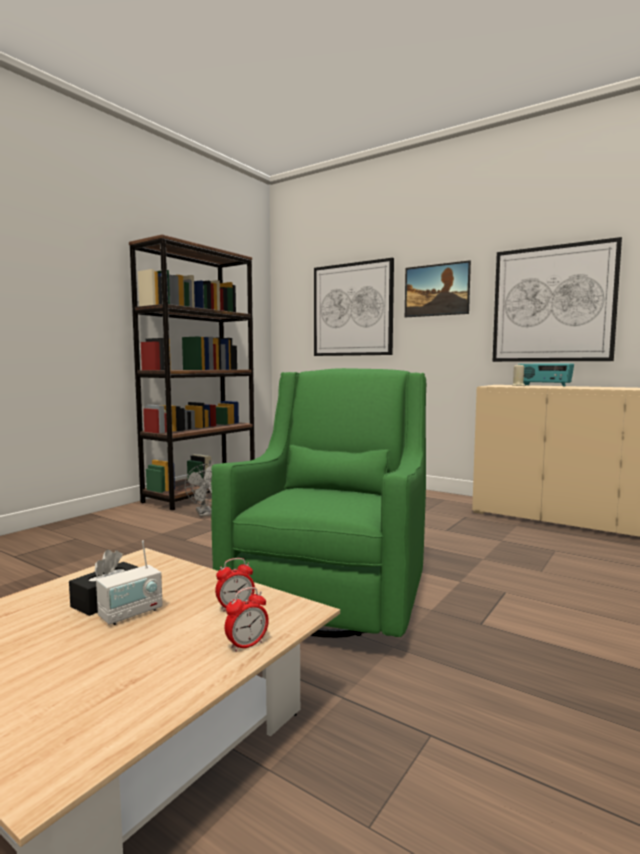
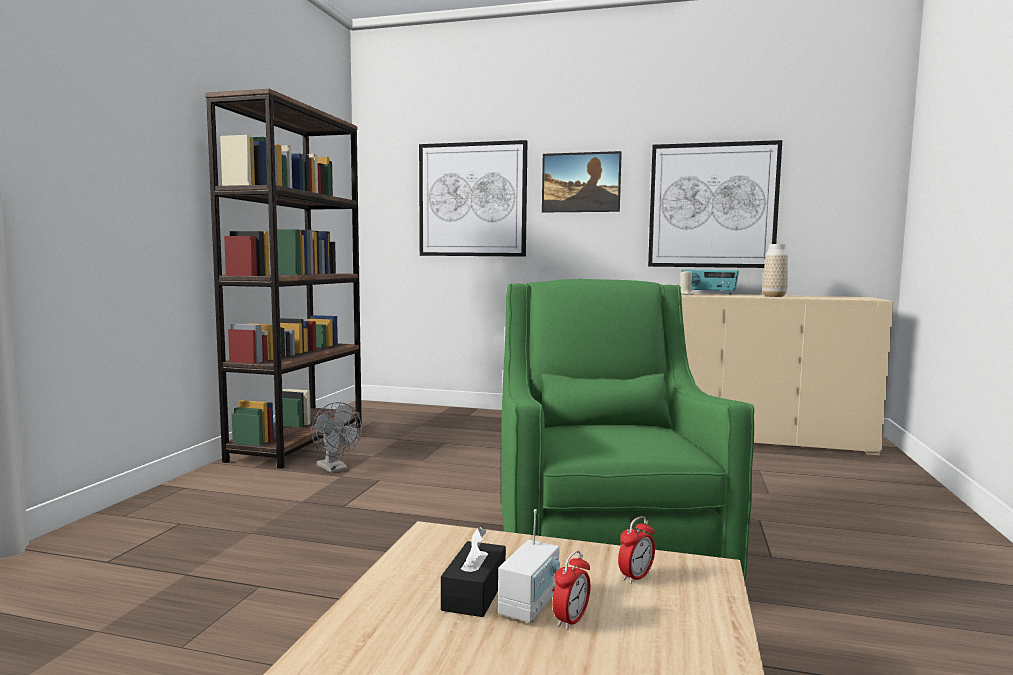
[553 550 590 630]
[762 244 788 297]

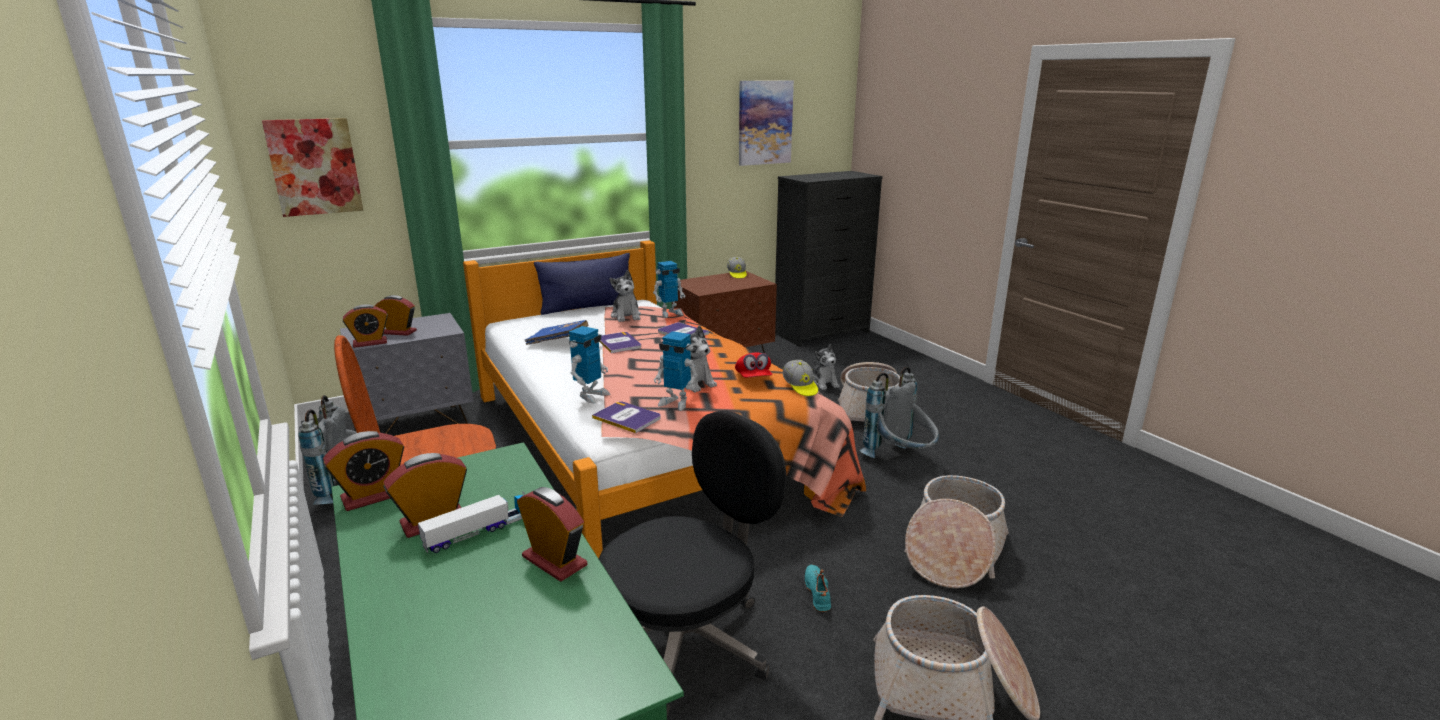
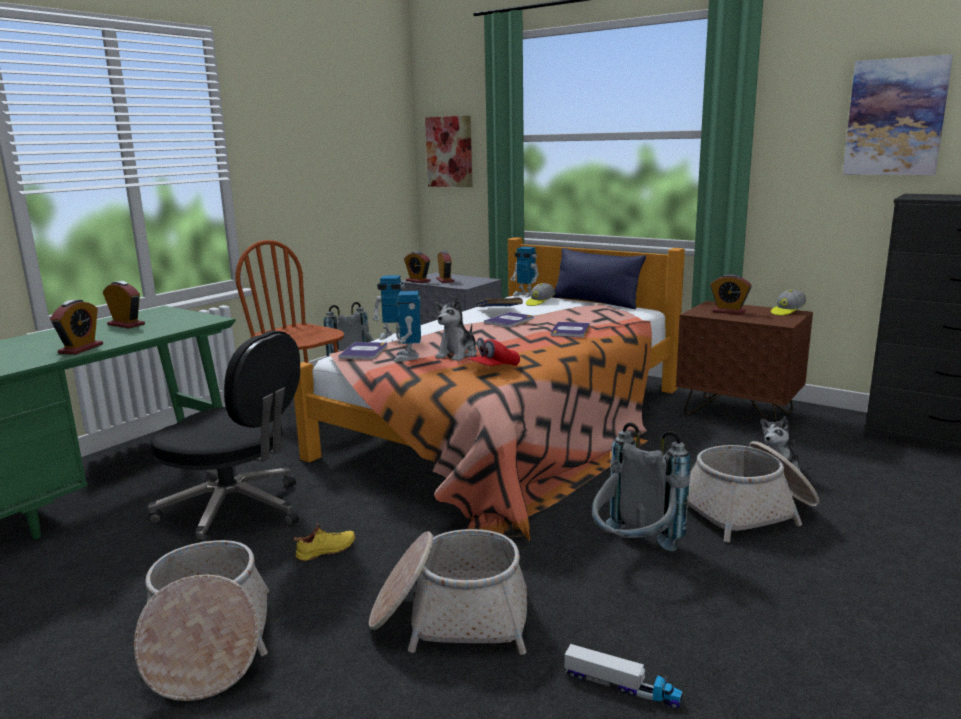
[294 523 355 561]
[511 247 539 298]
[526 283 555 306]
[564 644 683 709]
[710 274 752 315]
[609 270 641 322] (first image)

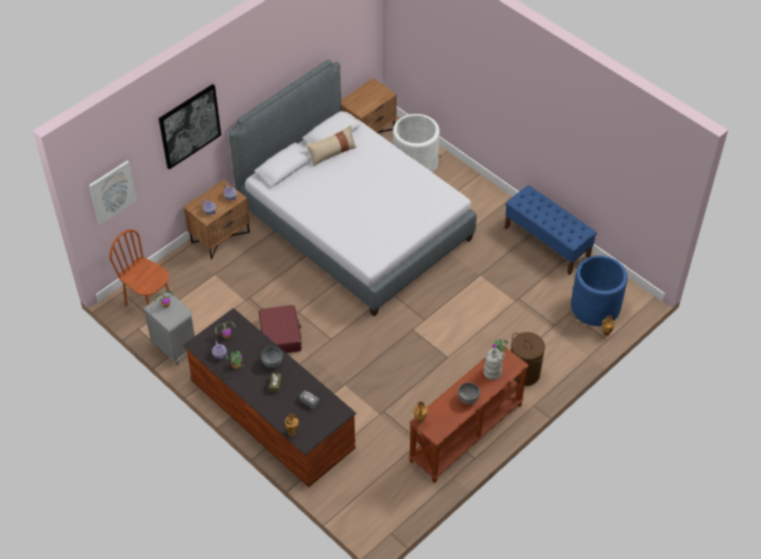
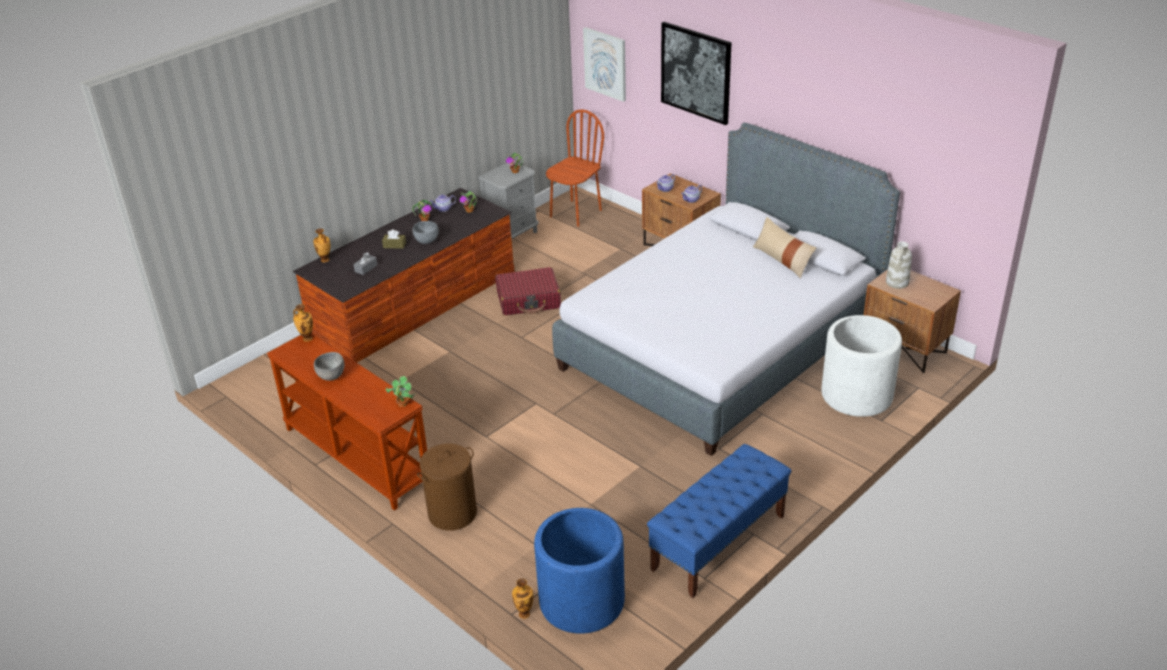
[886 242 912 289]

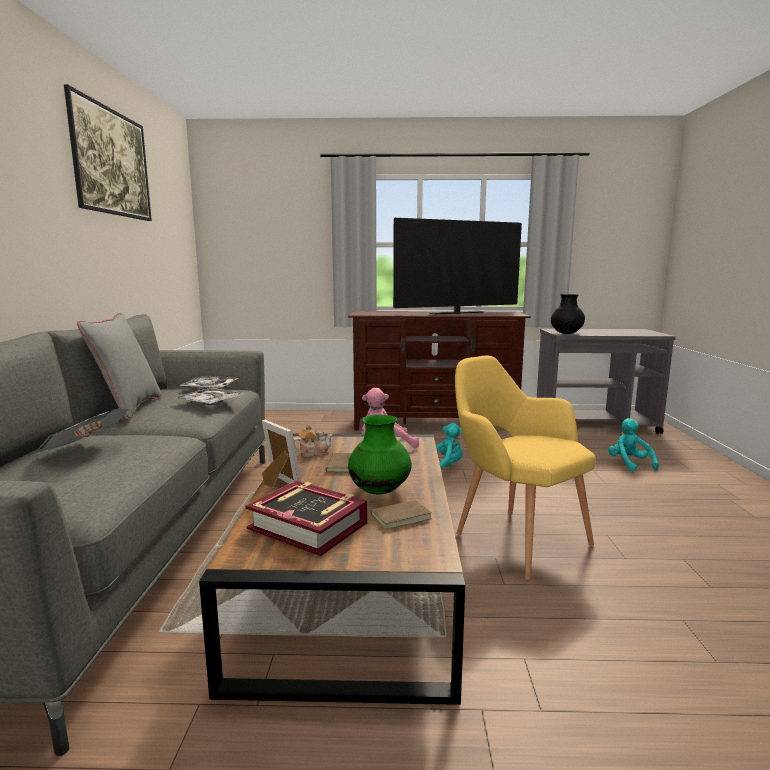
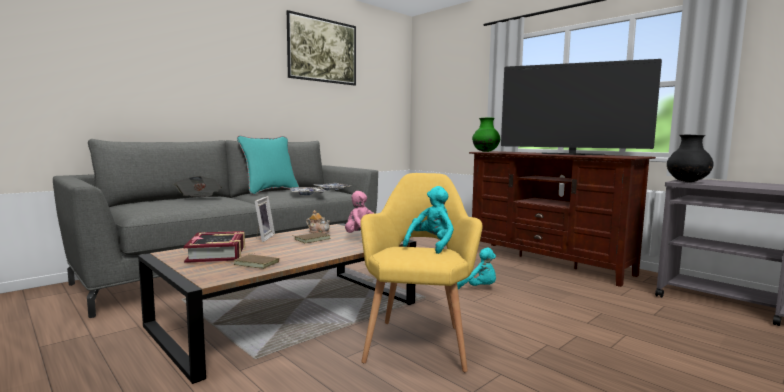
[237 135 299 194]
[403 186 454 254]
[472 118 500 152]

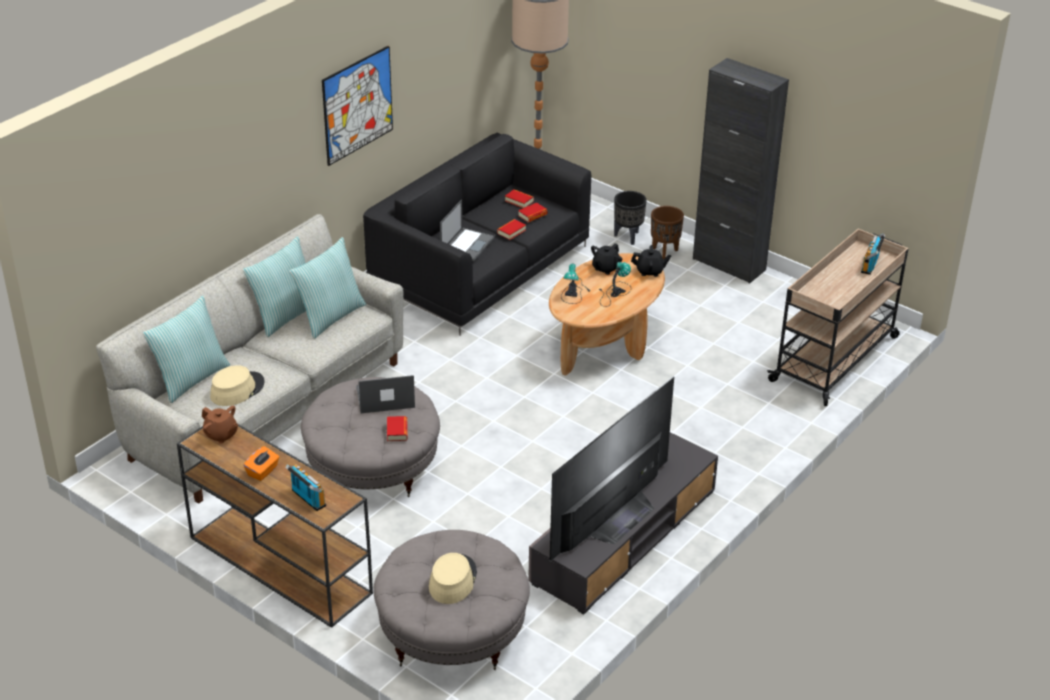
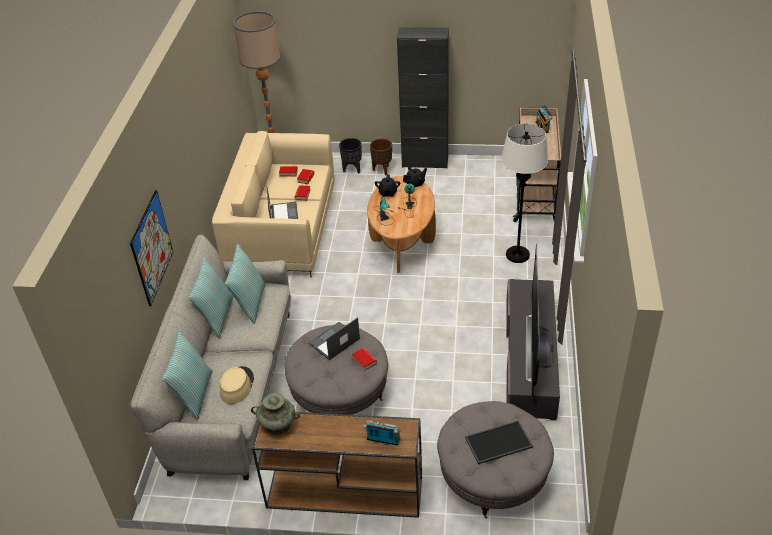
[130 190 173 307]
[212 131 335 277]
[251 393 300 436]
[465 420 533 464]
[501 124 548 263]
[244 446 279 481] (first image)

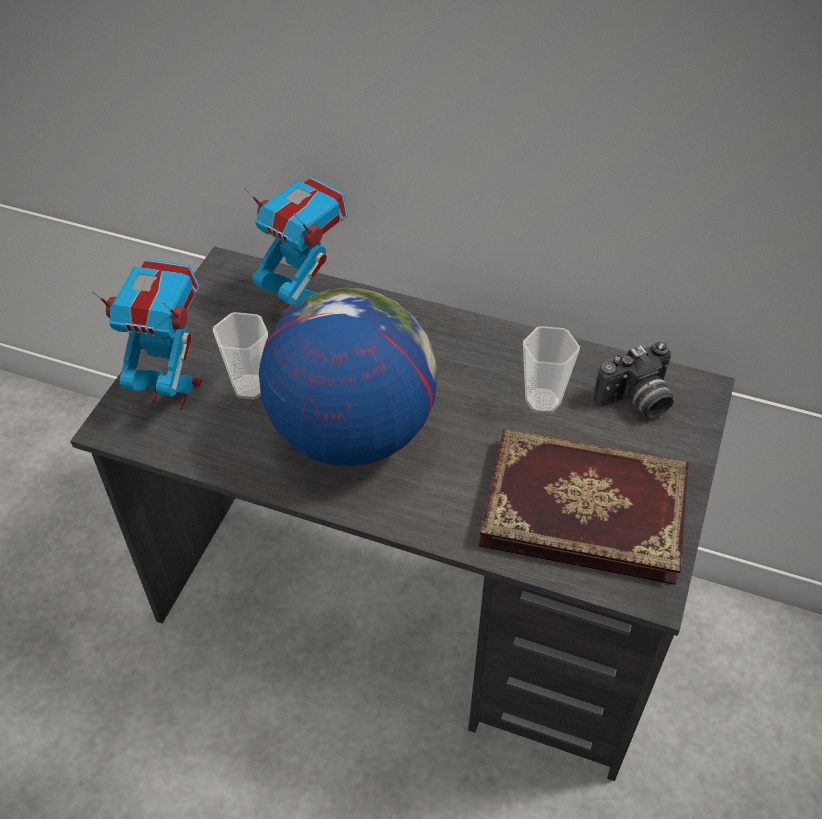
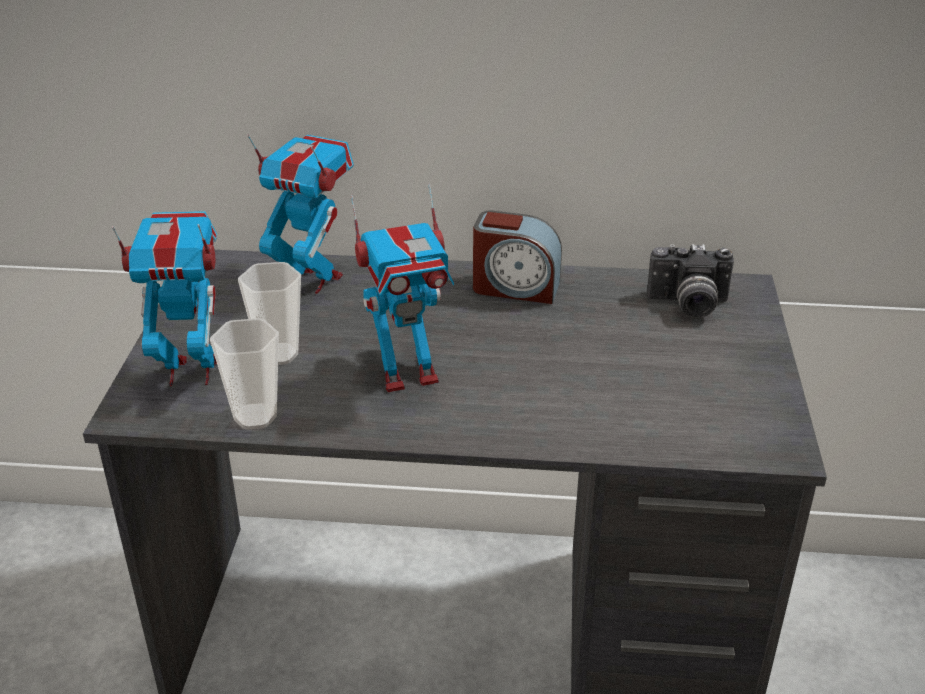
[210 318 279 430]
[351 184 454 392]
[473 211 562 304]
[647 244 734 318]
[479 429 689 585] (first image)

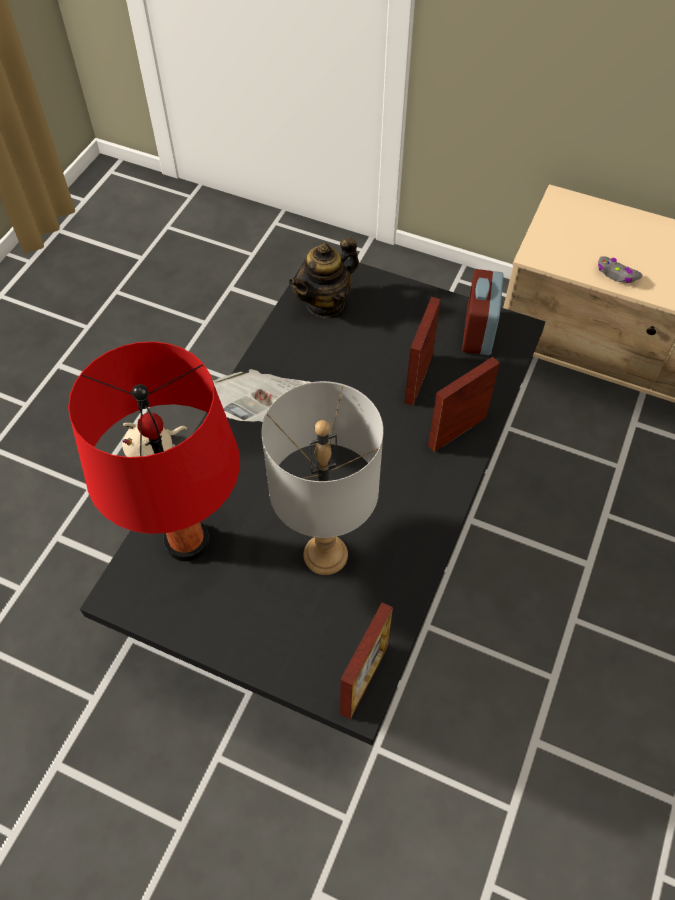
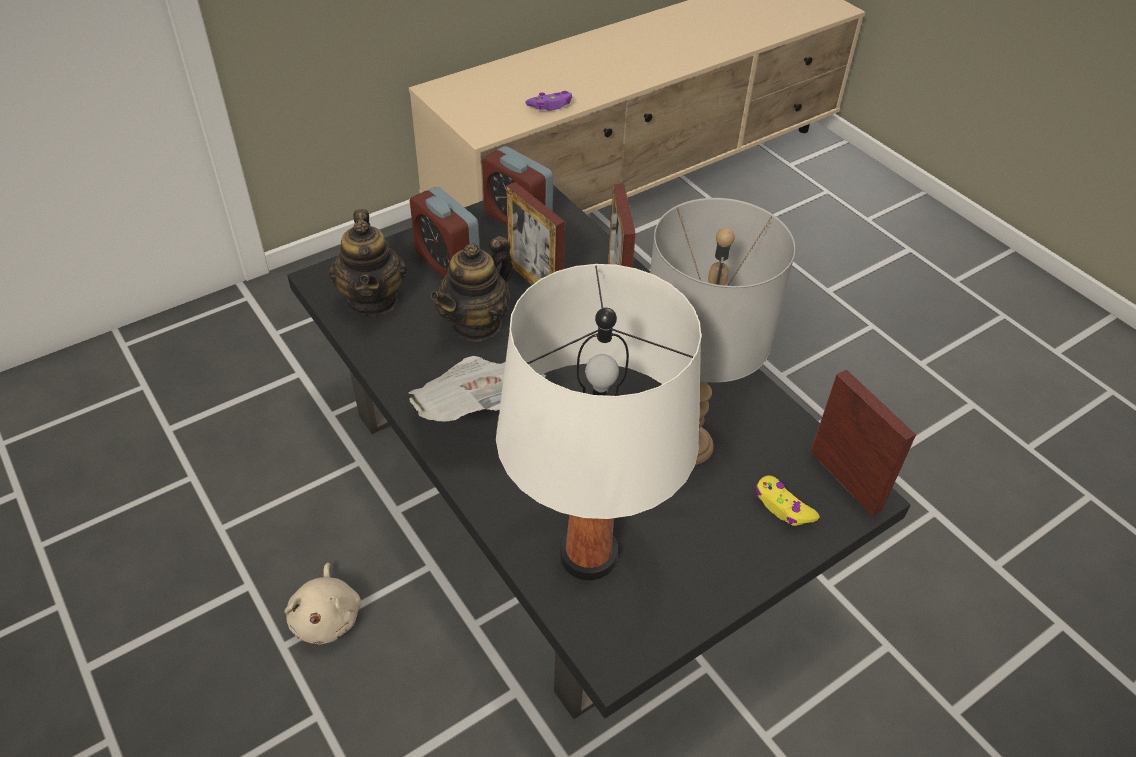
[410 187 480 278]
[431 236 513 342]
[496 264 701 580]
[525 91 572 111]
[755 476 820 526]

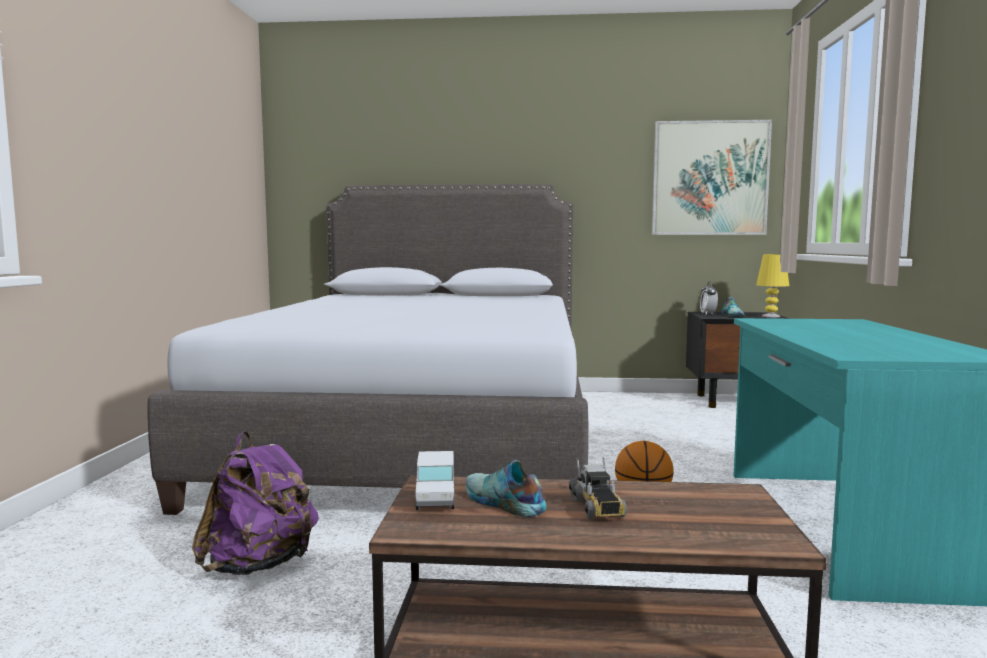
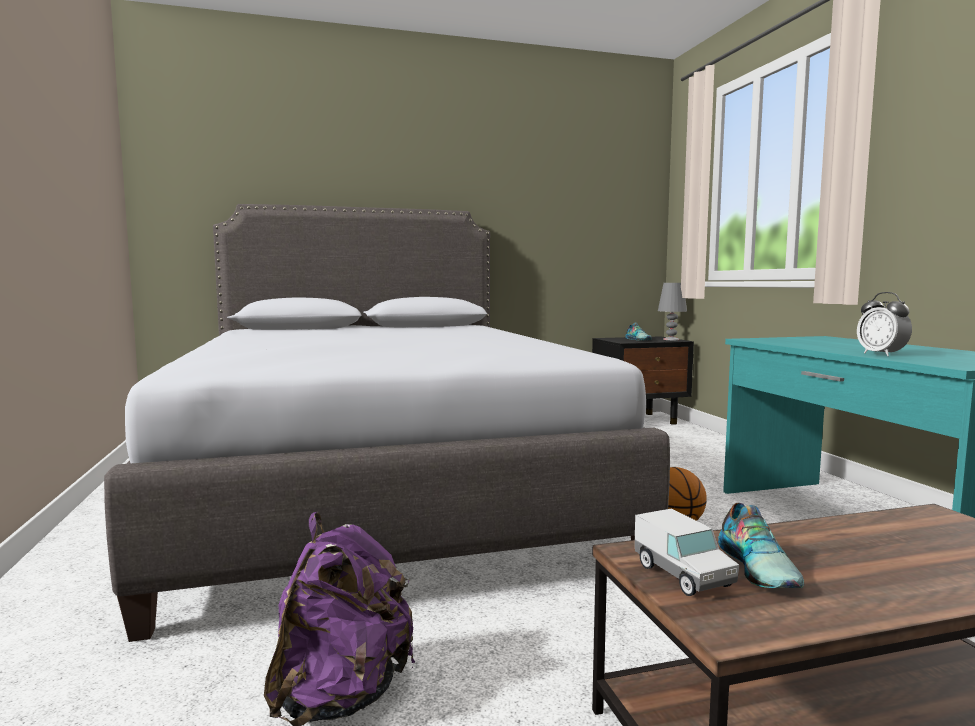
[658 283 687 340]
[718 503 804 588]
[857 292 912 356]
[569 458 627 519] (first image)
[652 120 772 235] (first image)

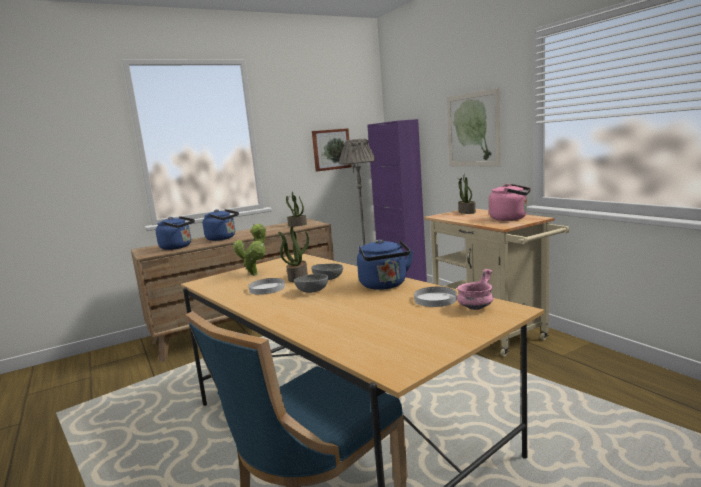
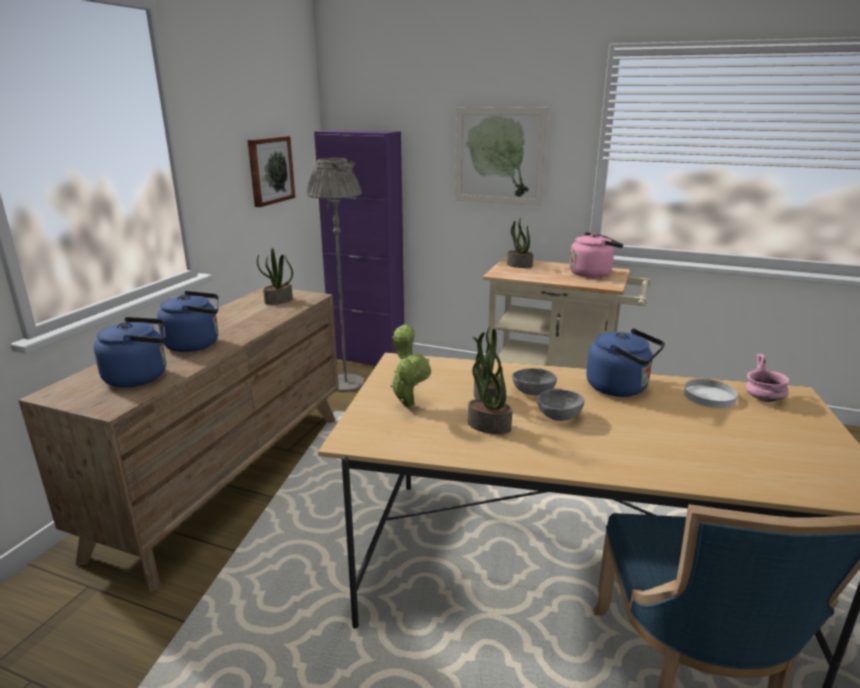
[468 349 512 434]

